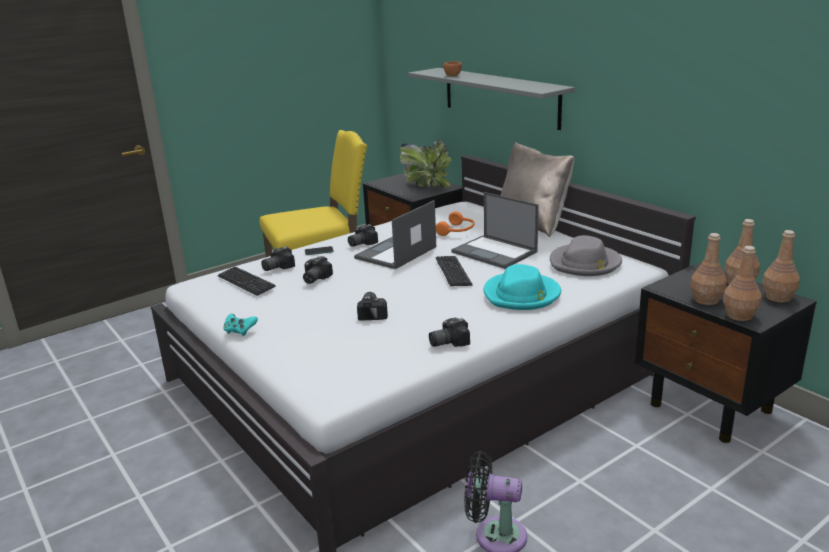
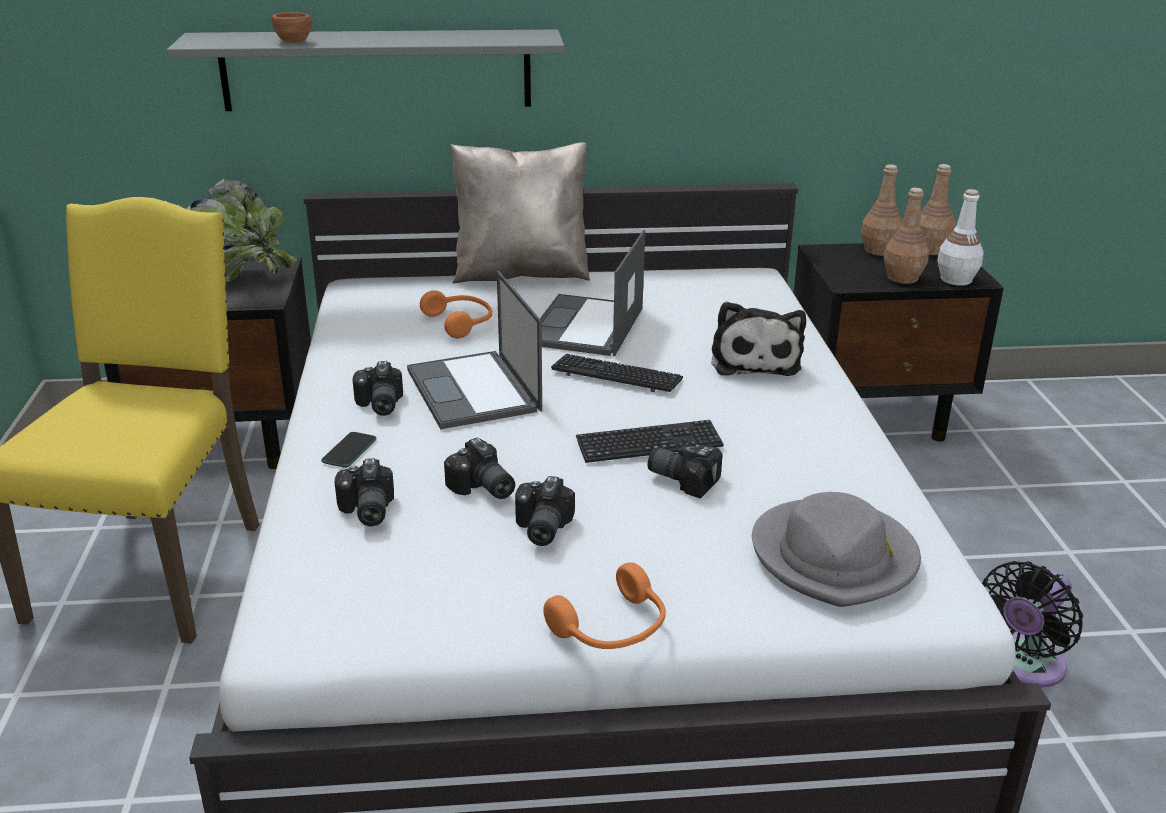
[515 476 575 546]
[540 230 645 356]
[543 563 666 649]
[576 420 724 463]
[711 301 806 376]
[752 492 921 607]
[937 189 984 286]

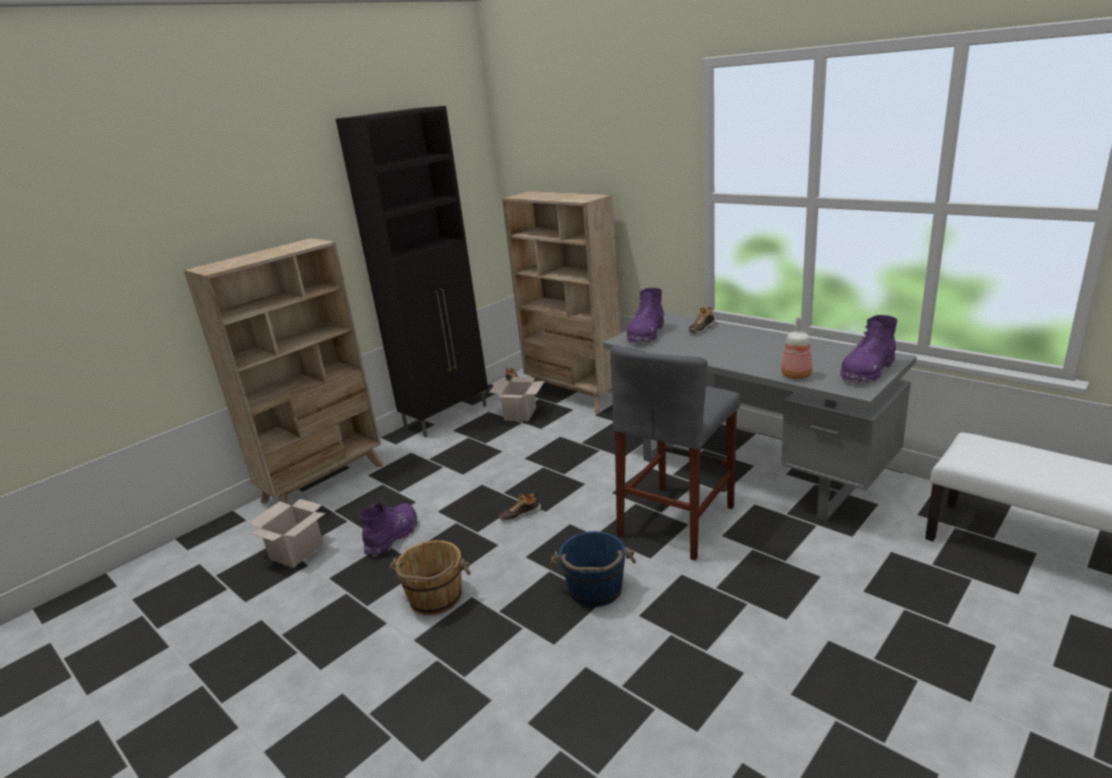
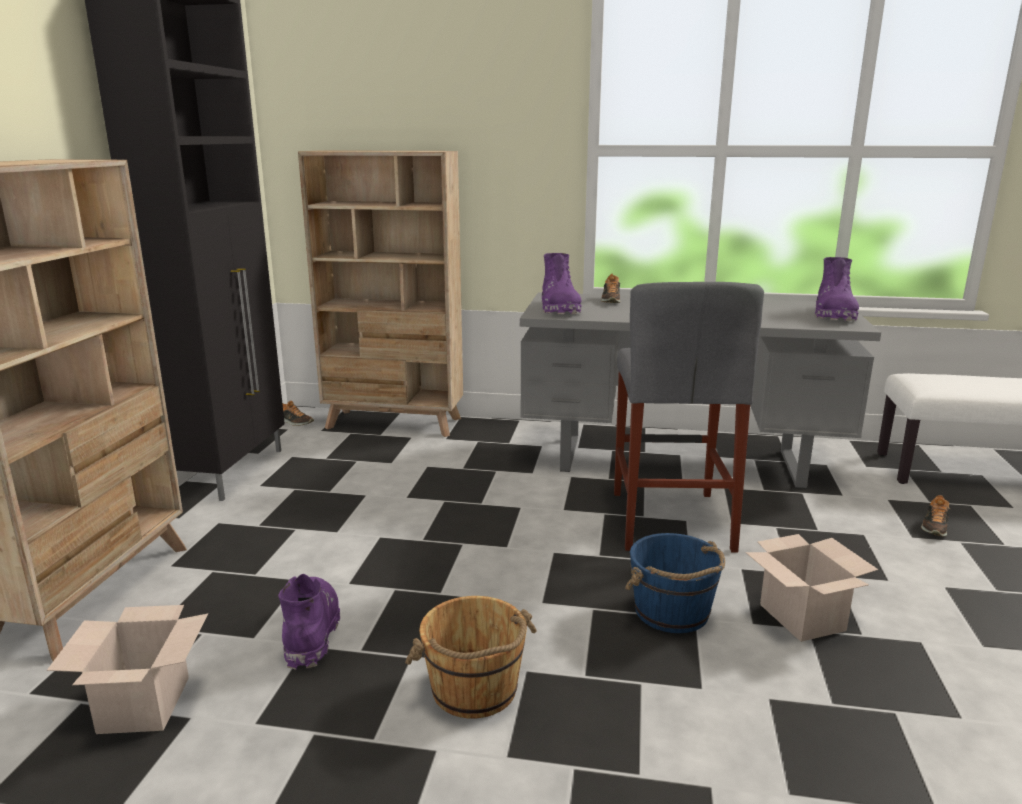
[746 534 878 642]
[921 495 950 537]
[781 317 812 379] (first image)

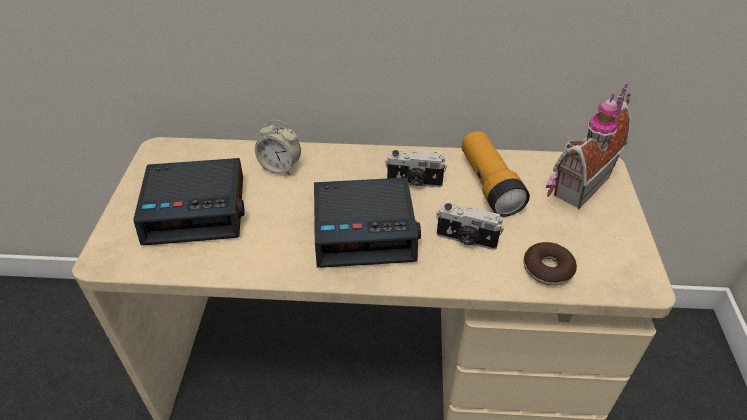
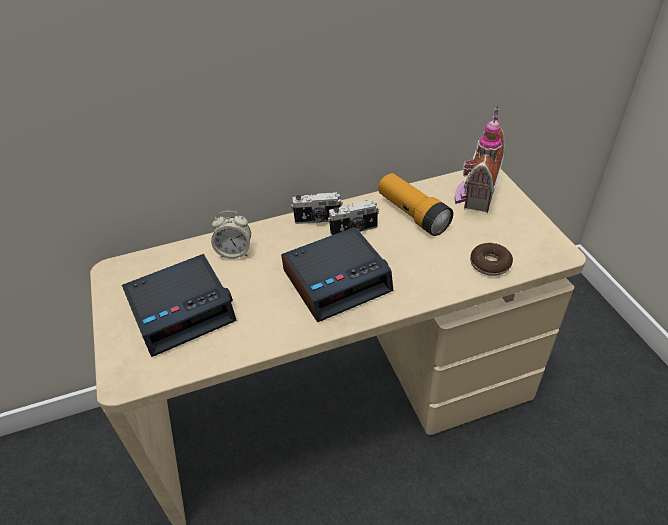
[291 192 343 224]

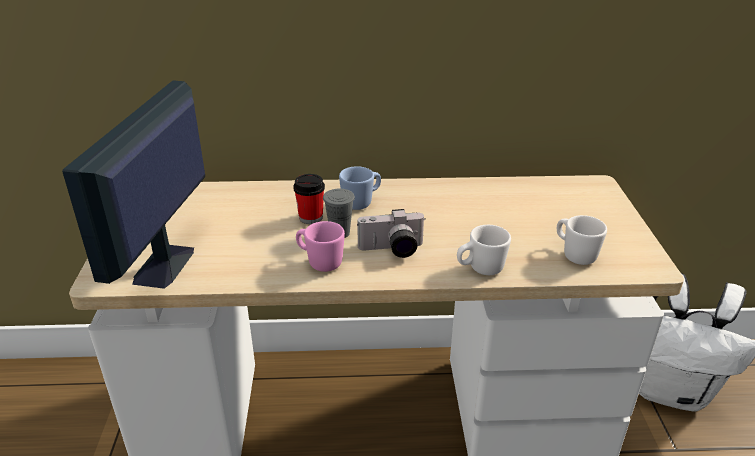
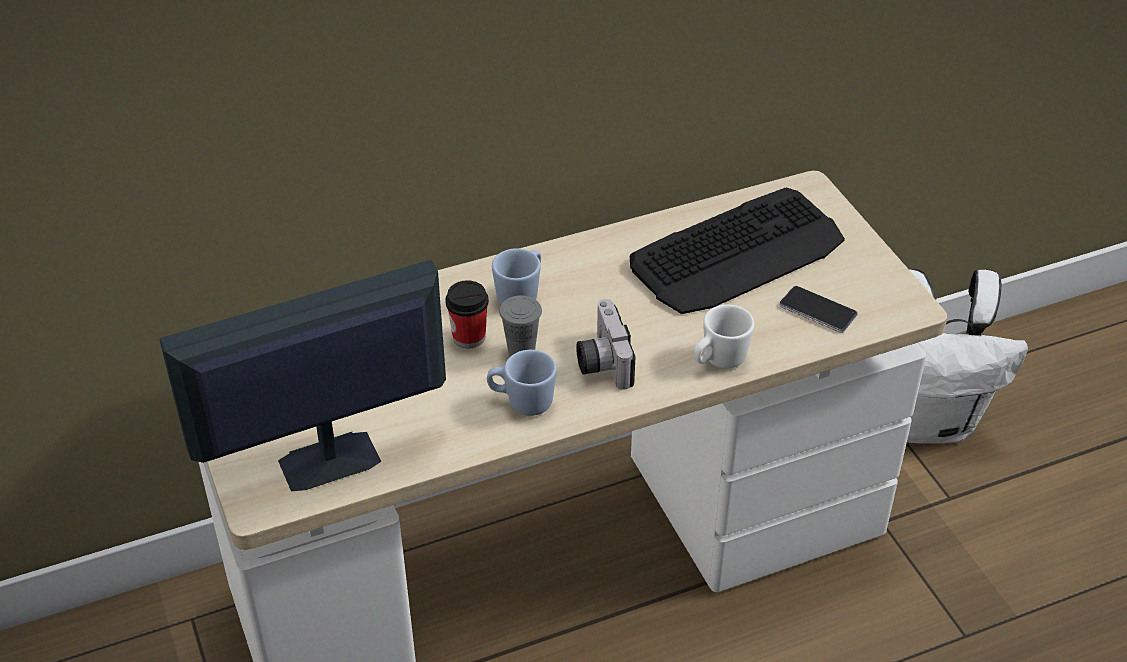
[160 260 446 491]
[487 350 557 416]
[576 299 635 390]
[630 188 845 314]
[779 286 858 333]

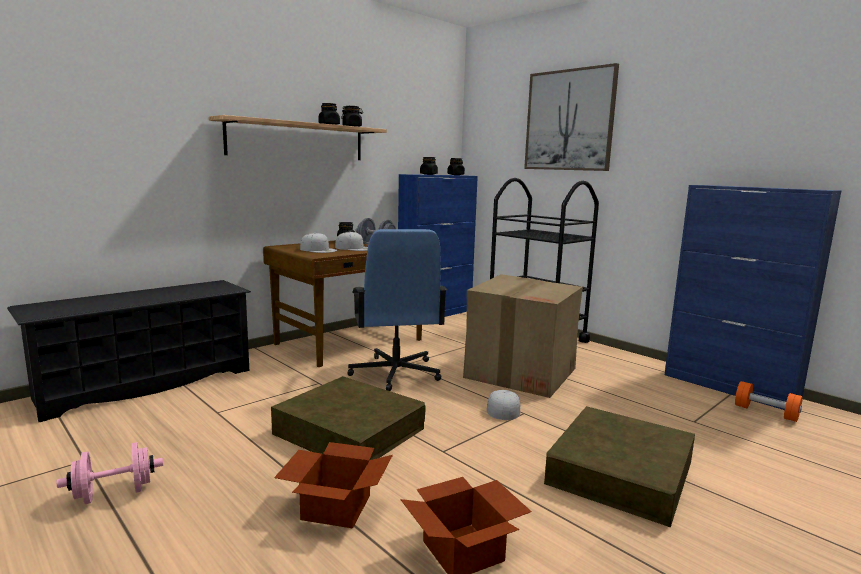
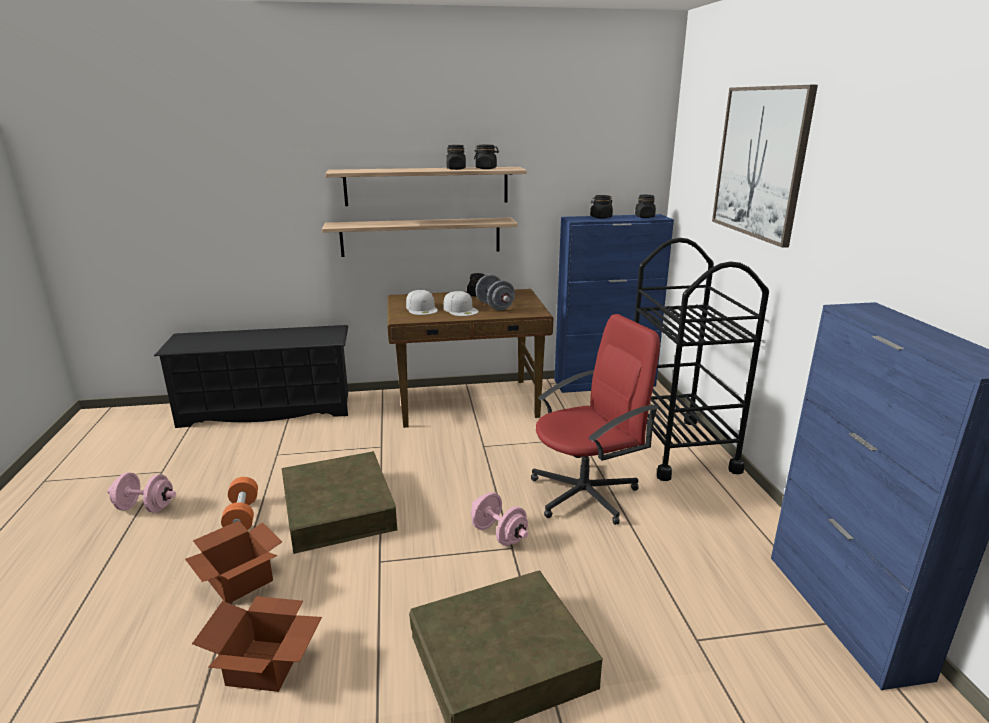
[221 477 258 530]
[322 217 518 257]
[471 492 529 546]
[531 314 660 525]
[347 229 447 391] (first image)

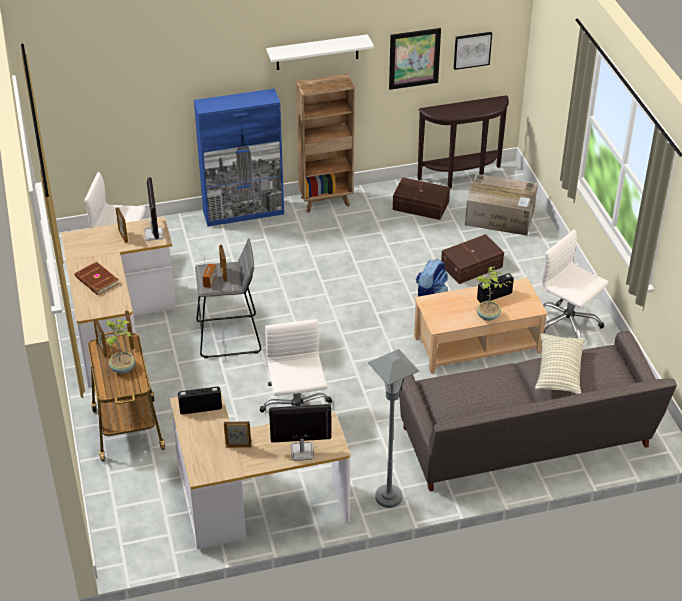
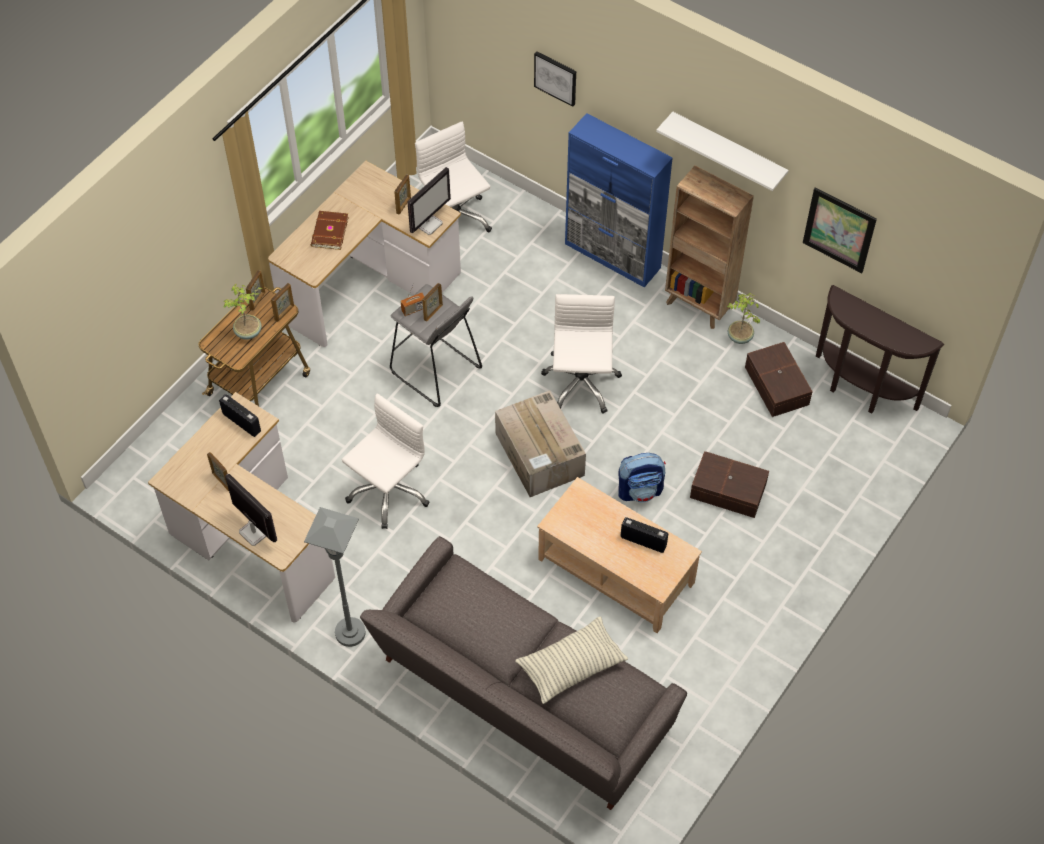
[495 390 586 497]
[534 51 576 107]
[541 294 622 414]
[727 293 760 344]

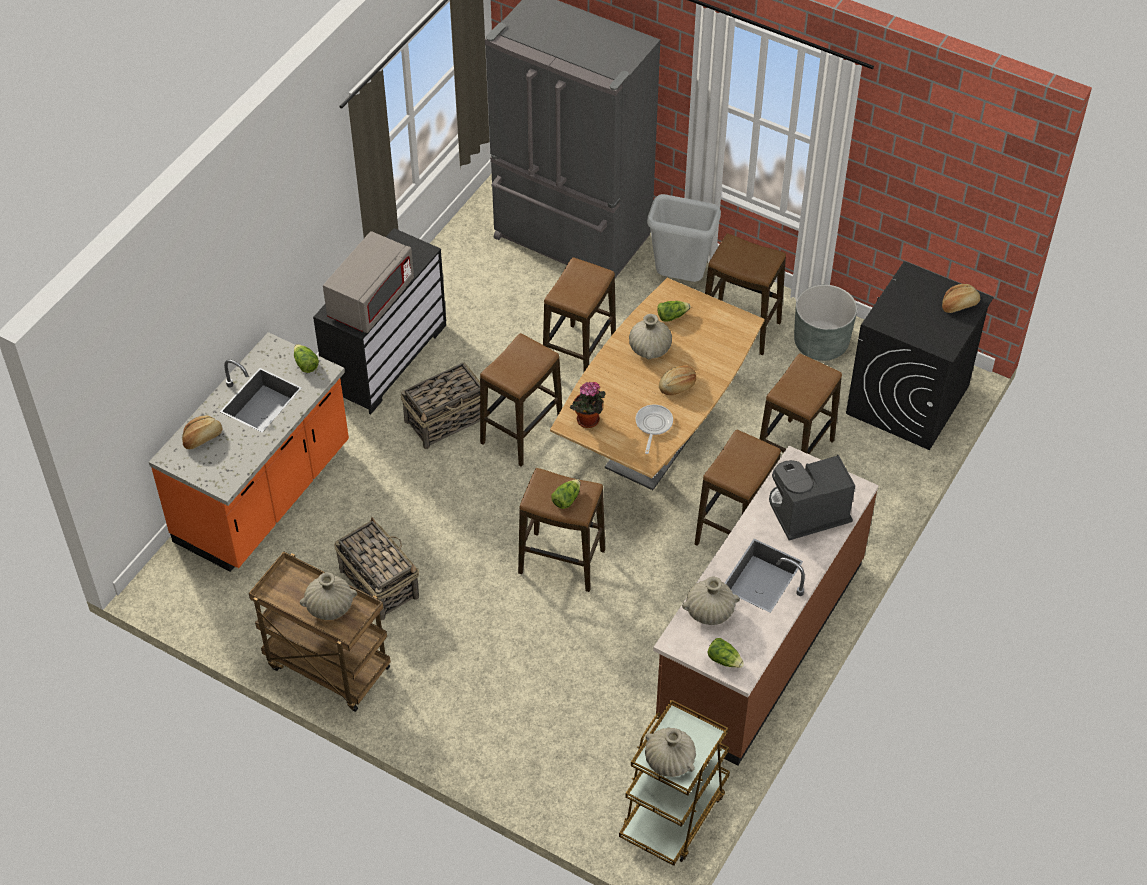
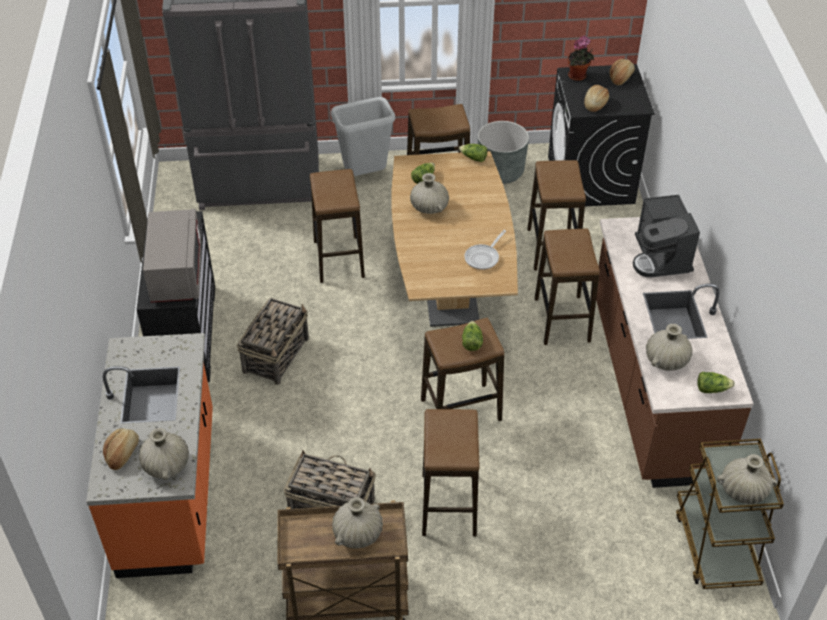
[139 428 189 480]
[422 409 480 537]
[459 144 487 162]
[464 230 506 270]
[568 36 594 81]
[584 85 609 112]
[633 195 700 277]

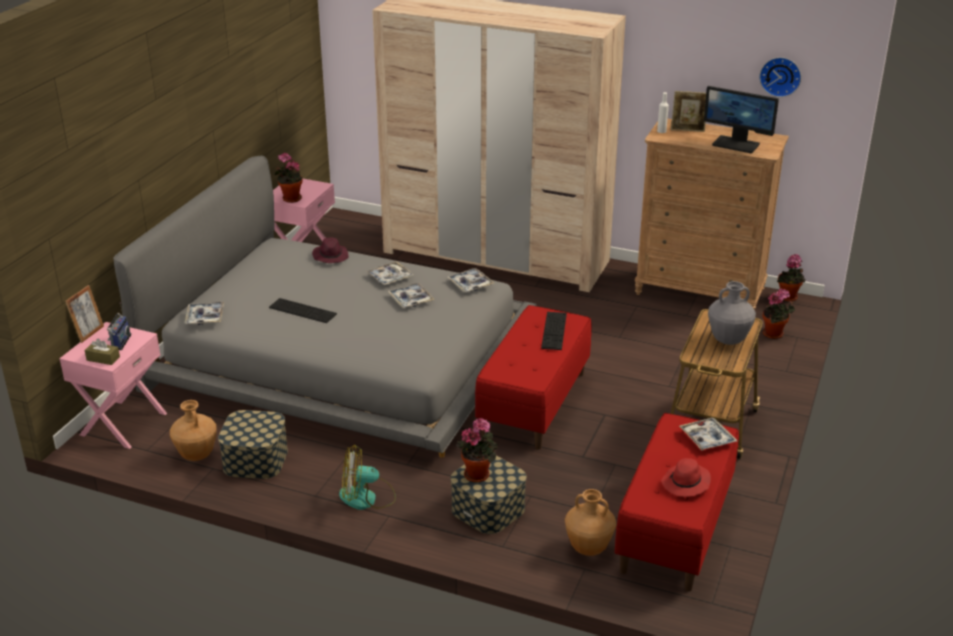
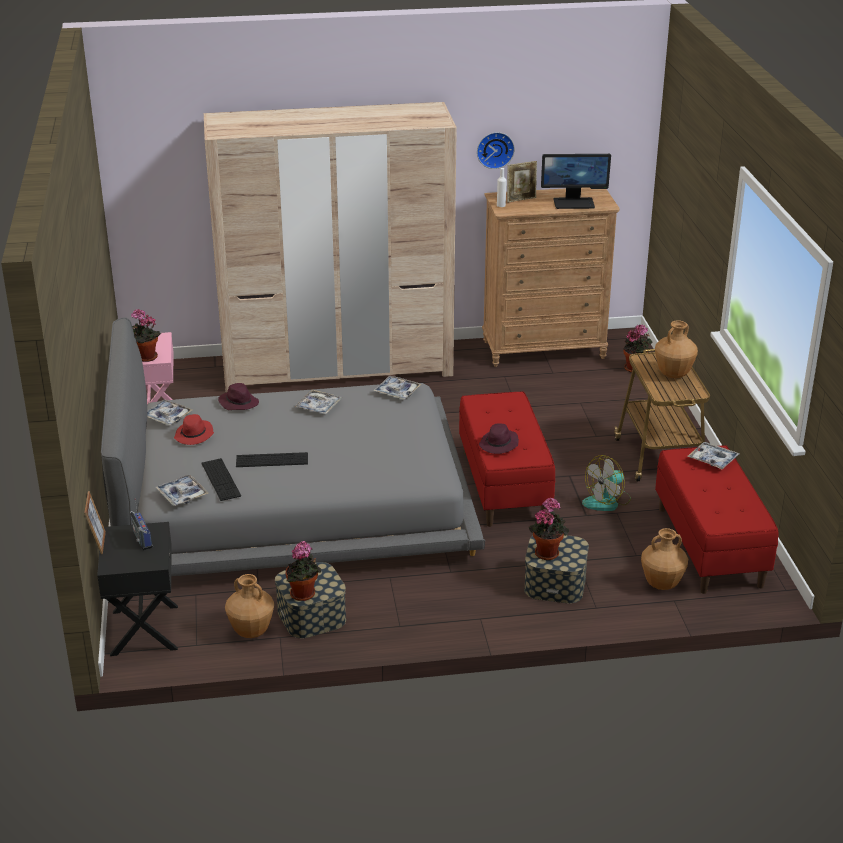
[97 522 178 656]
[147 400 193 425]
[174 414 214 445]
[201 458 241 501]
[285 541 321 601]
[477 132 515 169]
[479 424 519 454]
[582 455 631 511]
[655 320 698 378]
[85 338 120 365] (first image)

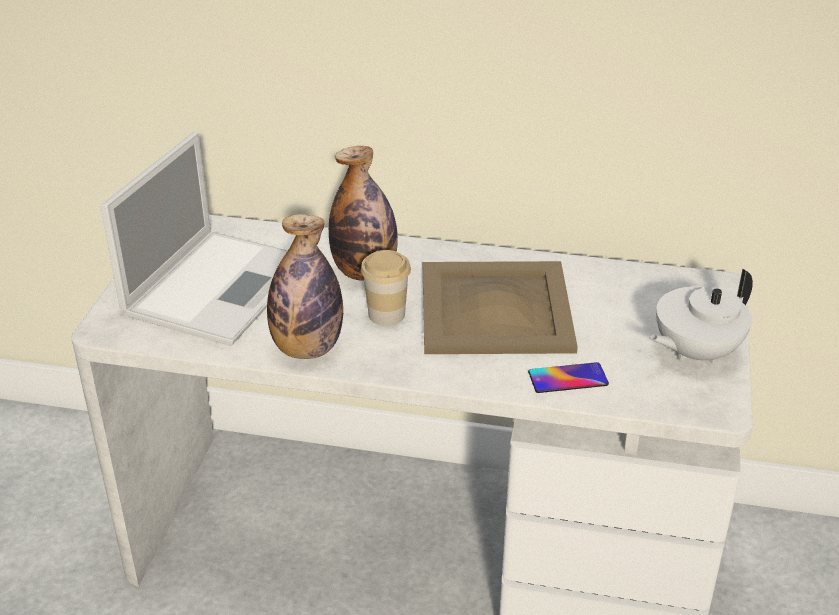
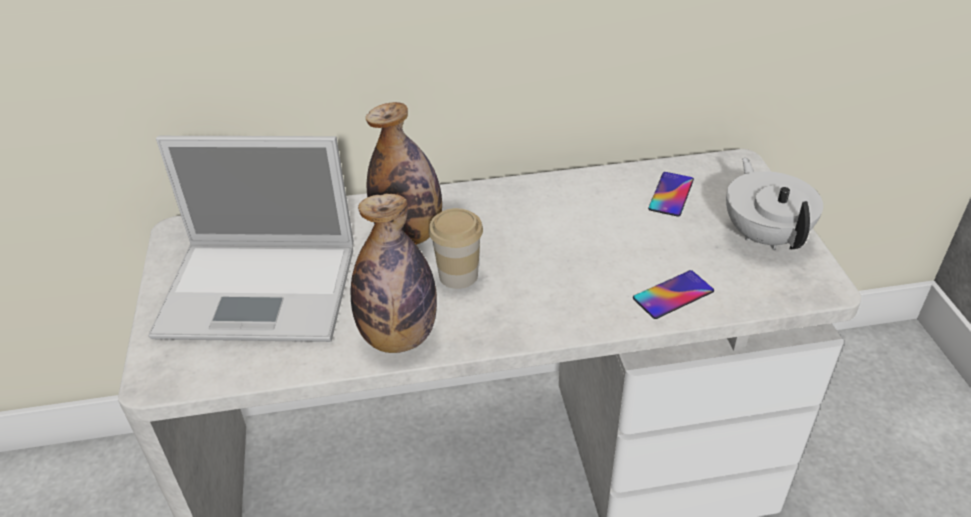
[148 136 353 342]
[648 172 694 217]
[726 158 823 250]
[423 261 578 354] (first image)

